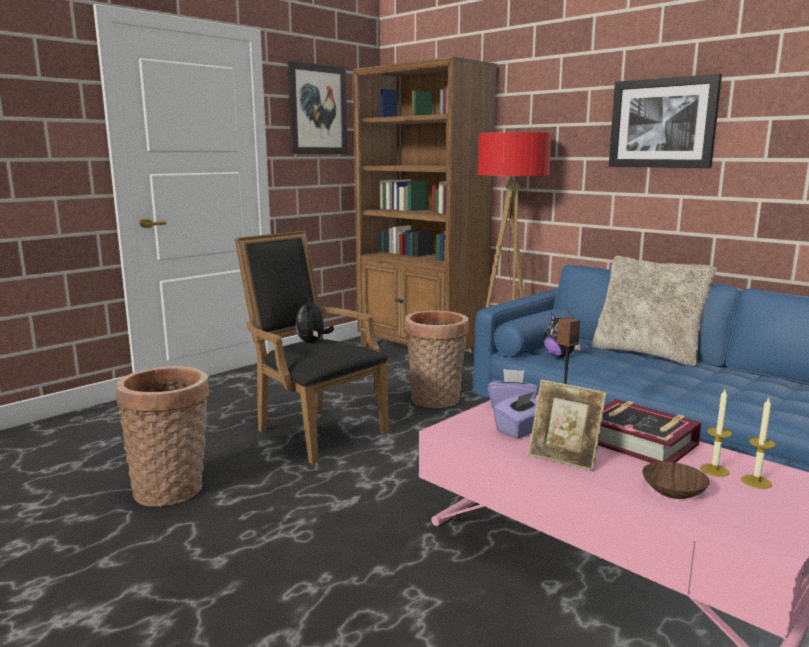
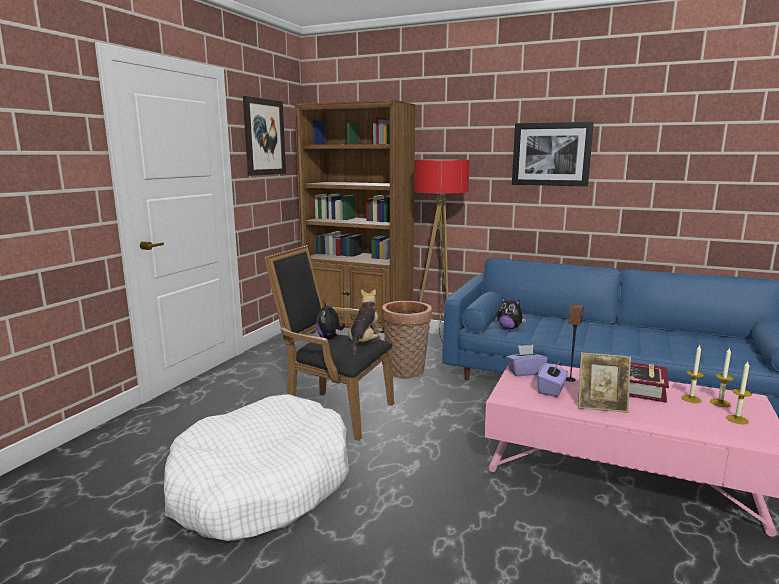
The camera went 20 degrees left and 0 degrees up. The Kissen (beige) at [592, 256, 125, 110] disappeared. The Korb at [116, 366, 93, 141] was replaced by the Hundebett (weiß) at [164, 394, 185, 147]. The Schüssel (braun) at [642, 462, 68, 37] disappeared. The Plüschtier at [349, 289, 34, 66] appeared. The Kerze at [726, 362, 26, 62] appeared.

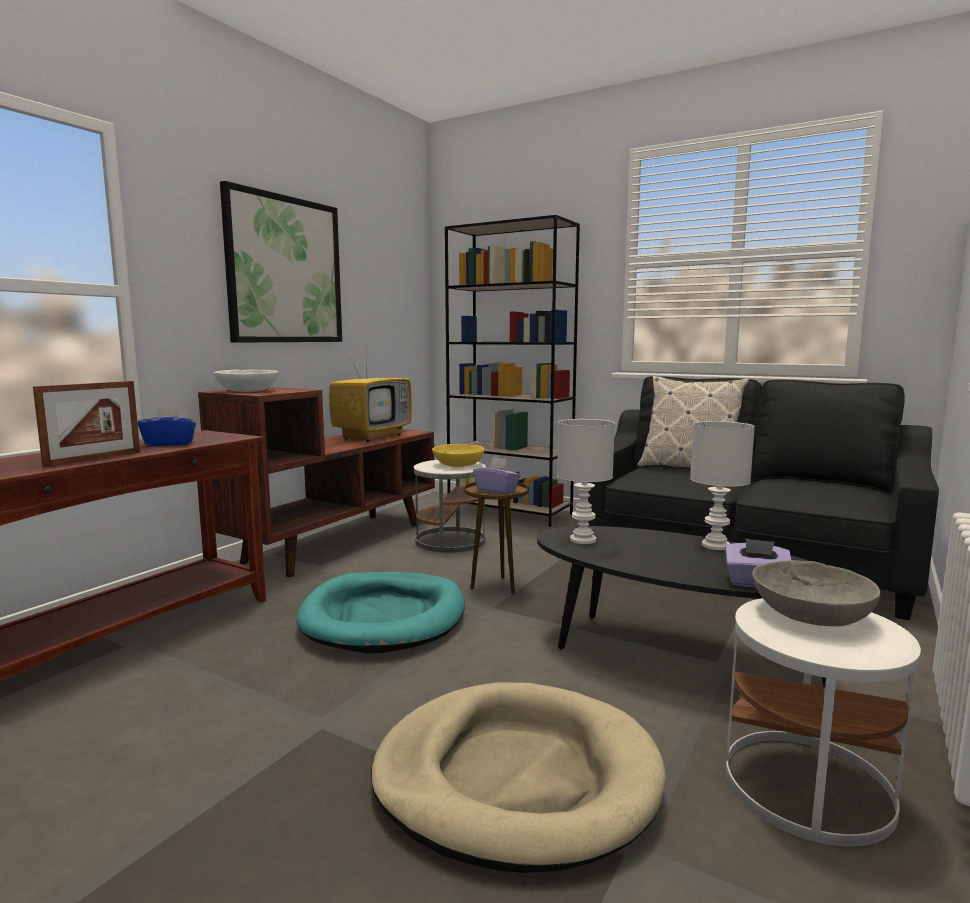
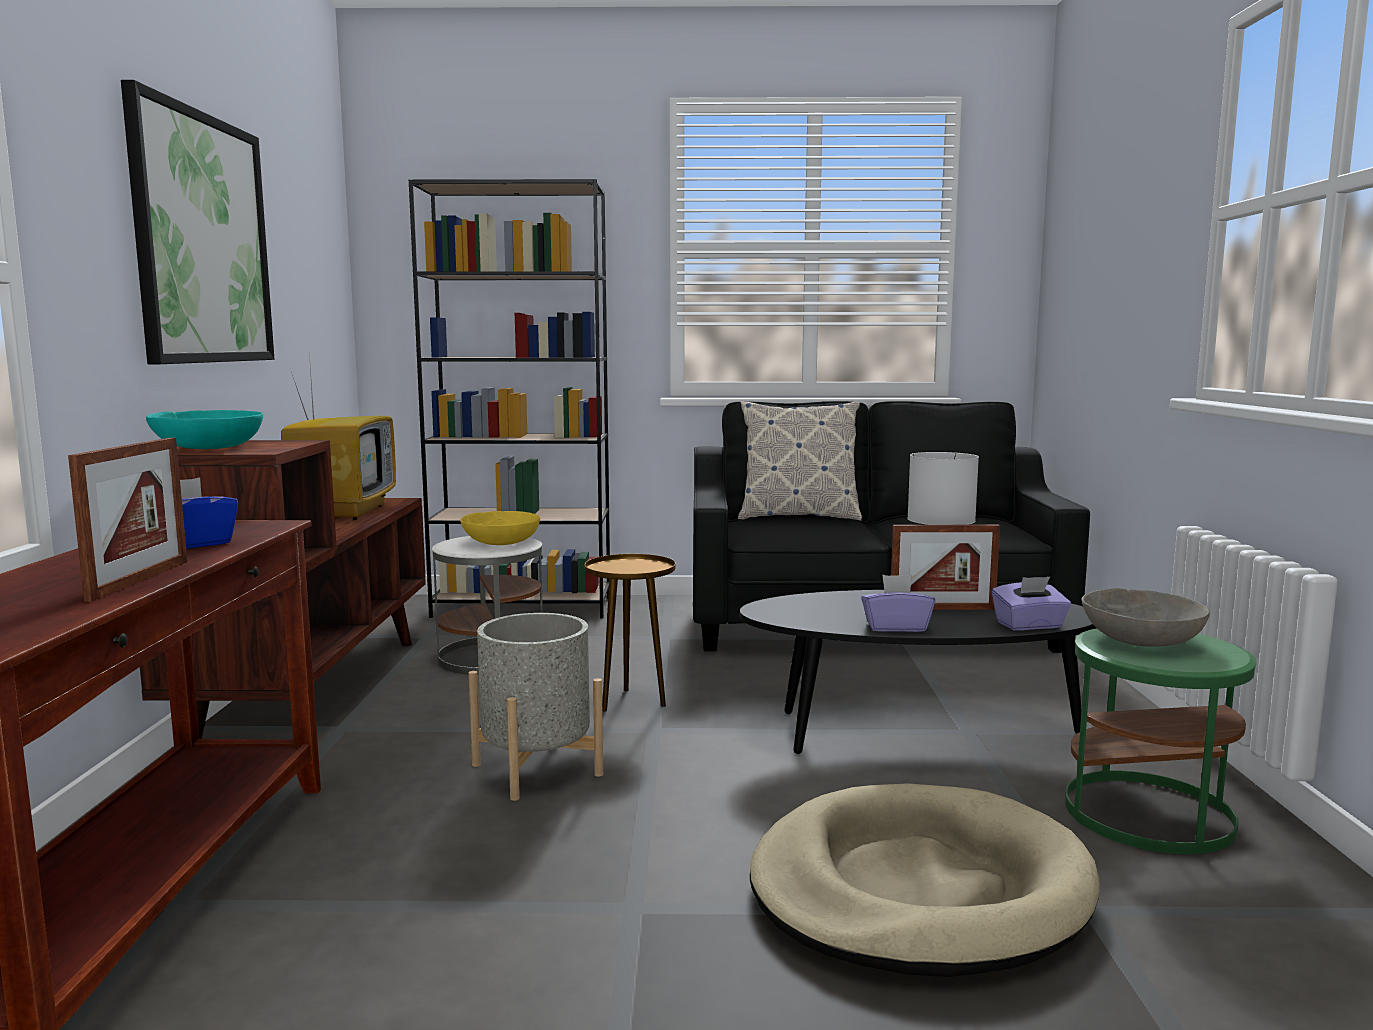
The camera went 30 degrees left and 0 degrees up. The Schüssel (weiß) at [213, 369, 65, 23] became the Schüssel (türkis) at [146, 410, 117, 39]. The Tischlampe (weiß) at [557, 419, 58, 125] disappeared. The Taschentuchbox (lila) moved from [473, 457, 48, 37] to [861, 575, 74, 57]. The Hundebett (türkis) at [297, 572, 168, 81] was replaced by the Pflanzkübel (grau) at [468, 613, 135, 188]. The Beistelltisch (weiß) at [726, 598, 195, 248] became the Beistelltisch (grün) at [1065, 628, 192, 226]. The Bilderrahmen at [891, 525, 109, 85] appeared.

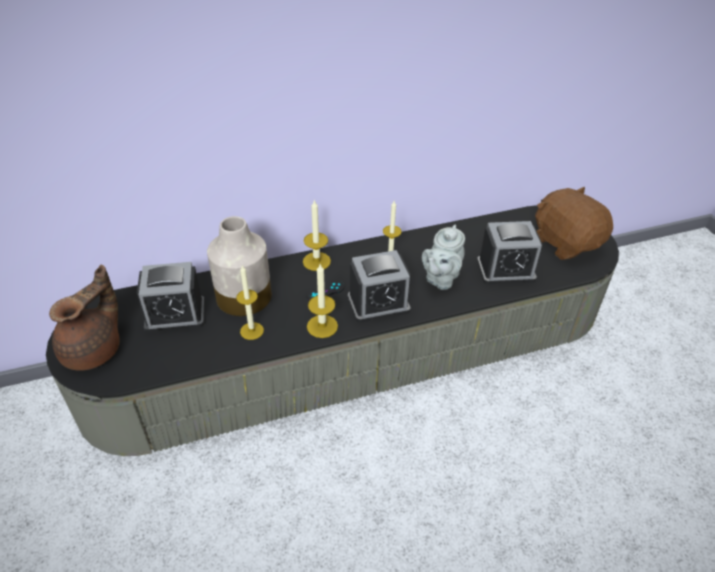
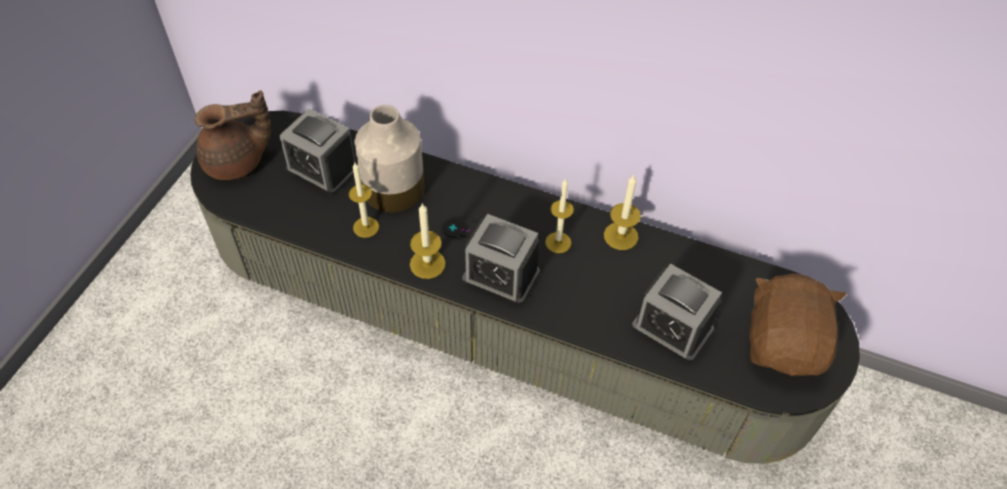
The camera went 40 degrees right and 10 degrees up. The Kerze moved from [303, 200, 28, 71] to [604, 174, 37, 76]. The Teekanne (grau) at [422, 225, 43, 65] disappeared.

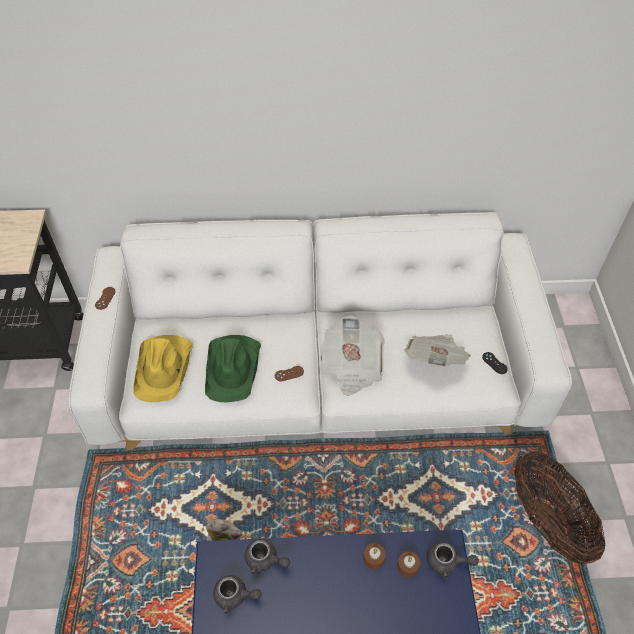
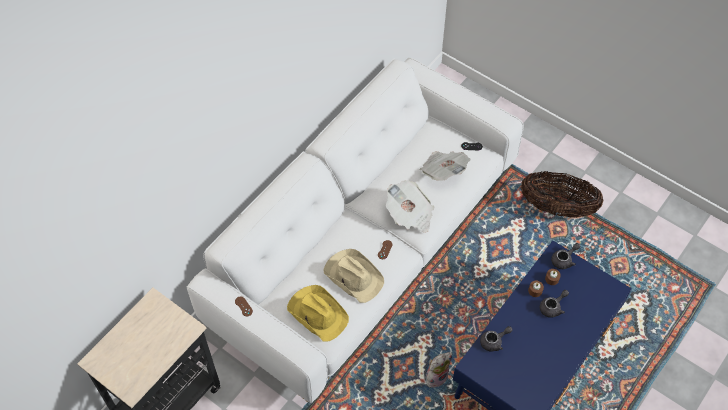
The camera went 50 degrees left and 5 degrees up. The Hut (grün) at [205, 335, 56, 67] became the Hut (beige) at [323, 249, 61, 54]. The Teekanne (grau) moved from [213, 575, 49, 39] to [540, 290, 29, 28].

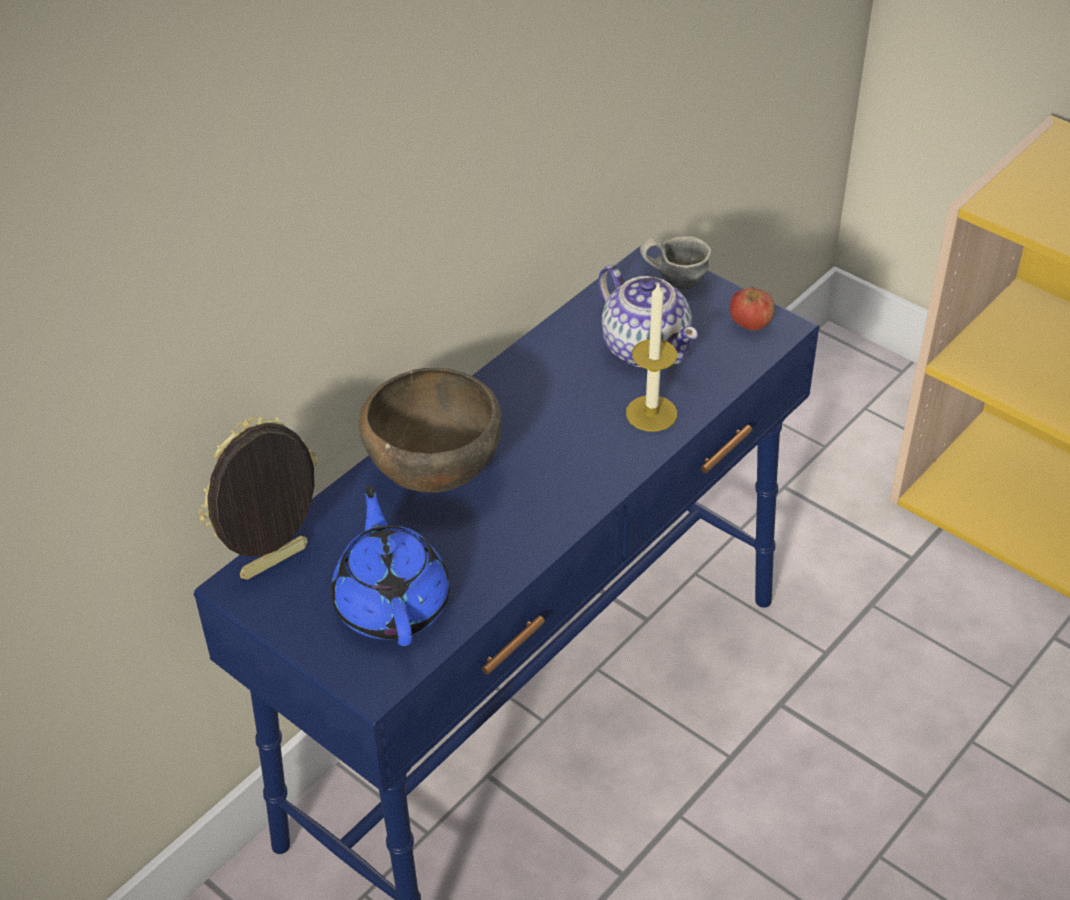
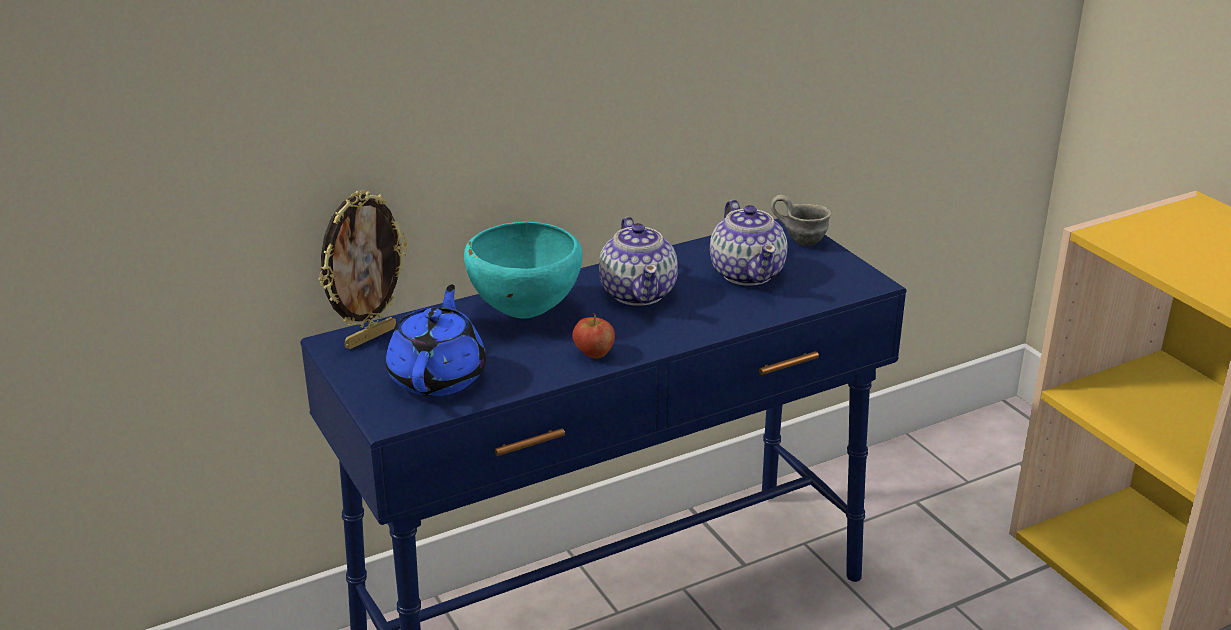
The camera went 20 degrees right and 15 degrees down. The Kerze at [626, 282, 51, 150] disappeared. The Apfel moved from [730, 286, 44, 45] to [572, 313, 43, 46]. The Schüssel (braun) at [359, 368, 143, 125] became the Schüssel (türkis) at [464, 222, 118, 97]. The Bilderrahmen at [199, 416, 119, 164] turned 150 degrees clockwise. The Teekanne at [599, 217, 79, 89] appeared.

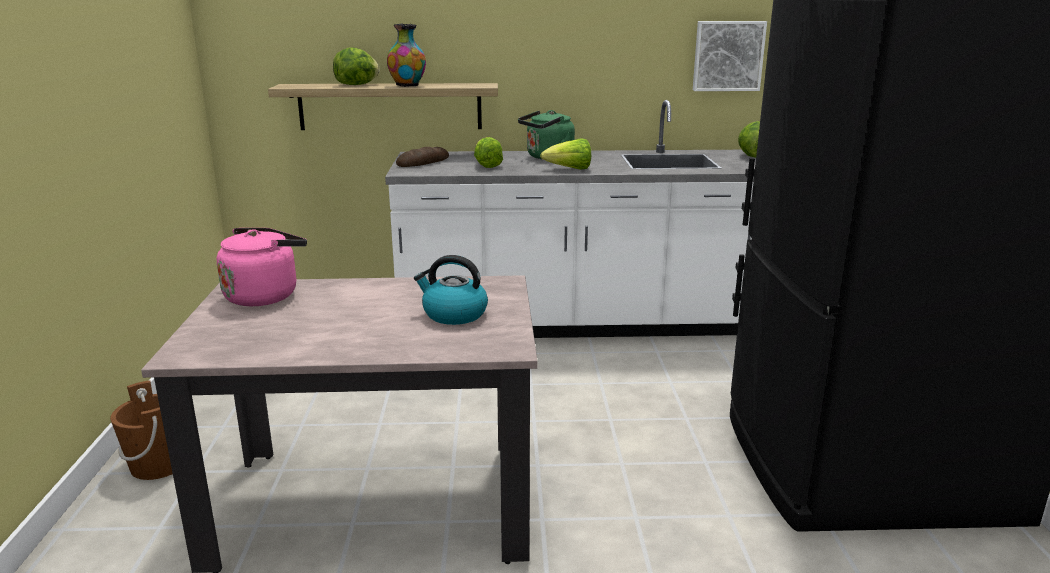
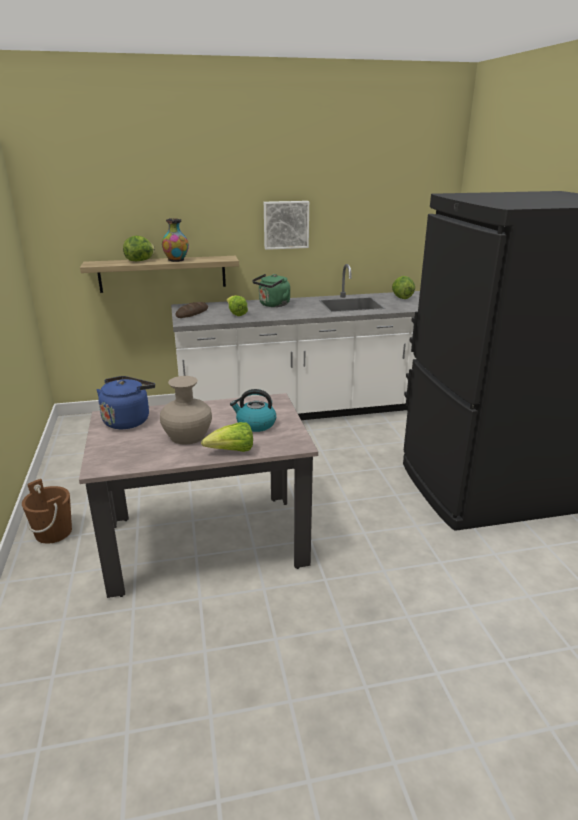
The camera went 10 degrees left and 5 degrees up. The Bild moved from [693, 21, 74, 70] to [264, 201, 45, 49]. The Salatkopf moved from [540, 138, 51, 32] to [201, 422, 52, 30]. The Wasserkessel (rosa) at [217, 228, 90, 78] became the Wasserkessel (blau) at [97, 376, 58, 53]. The Vase (beige) at [160, 376, 52, 69] appeared.

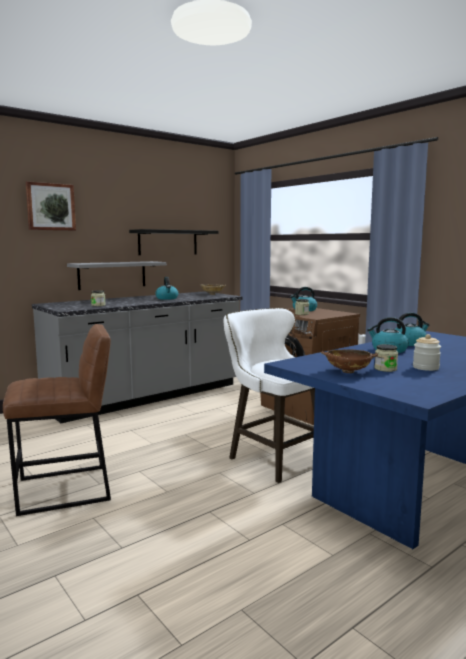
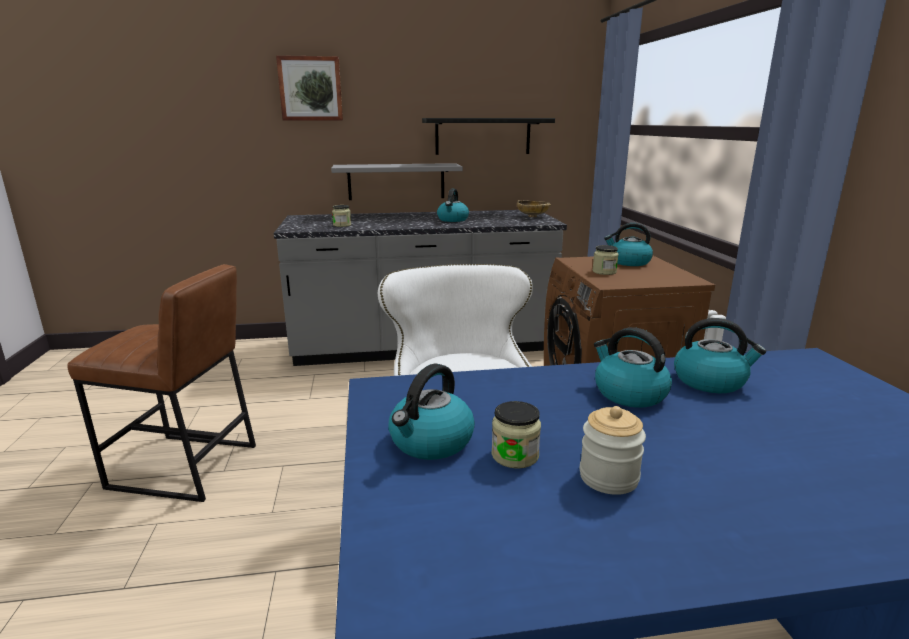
The camera went 30 degrees right and 10 degrees up. The Schüssel (braun) at [321, 350, 57, 23] was replaced by the Wasserkessel at [388, 364, 87, 96].

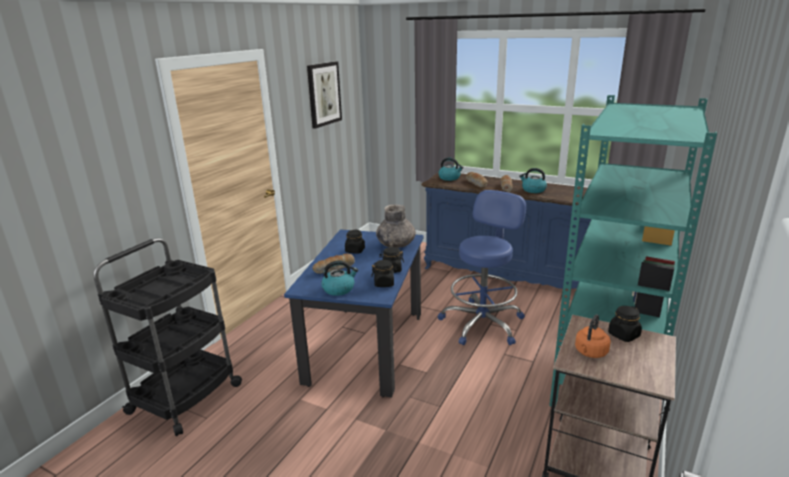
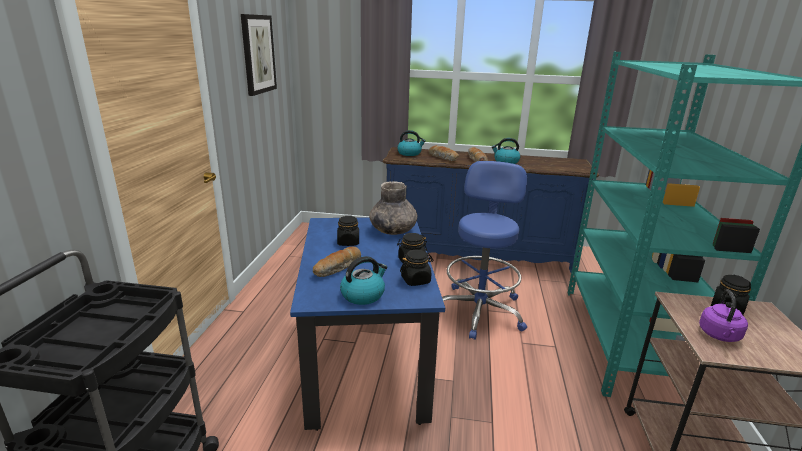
The camera went 20 degrees left and 0 degrees up. The Wasserkessel (orange) at [575, 314, 36, 44] became the Wasserkessel (lila) at [699, 289, 49, 53].

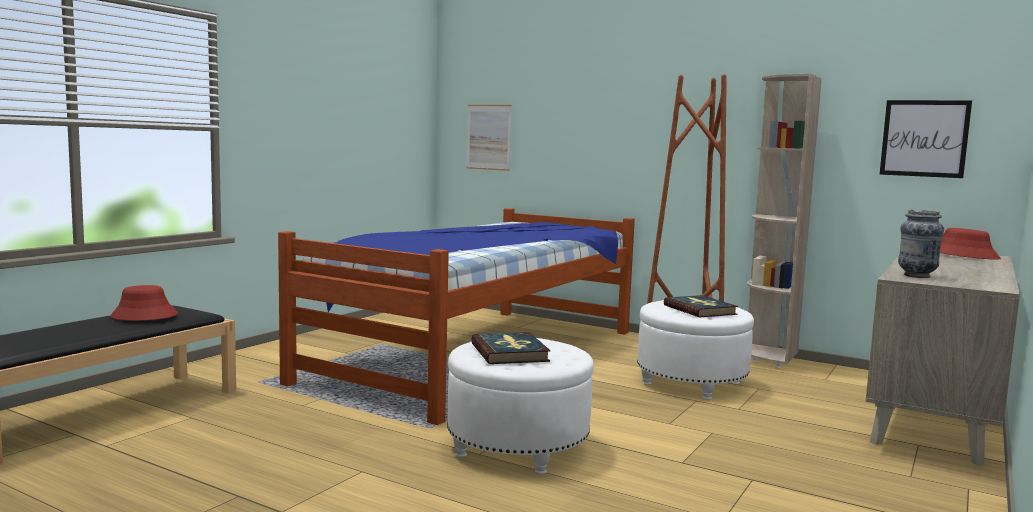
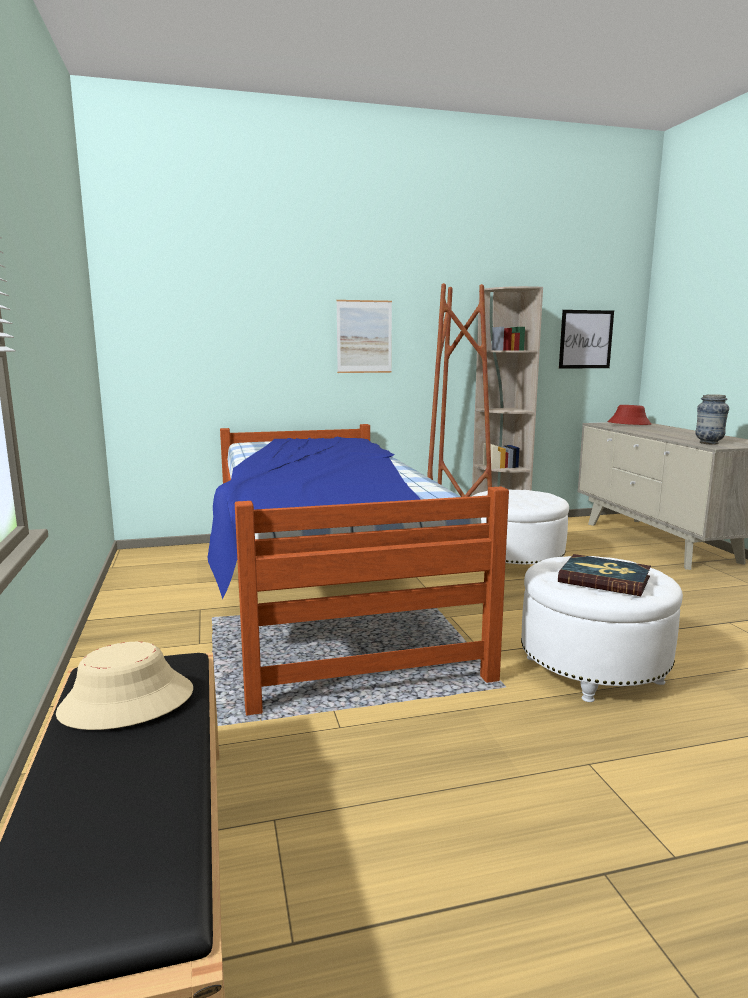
The camera went 45 degrees left and 5 degrees up. The Bild moved from [466, 105, 46, 66] to [336, 300, 56, 73]. The Hut (rot) at [110, 285, 68, 36] became the Hut (beige) at [56, 642, 137, 88]. The Buch at [664, 295, 74, 23] disappeared.

